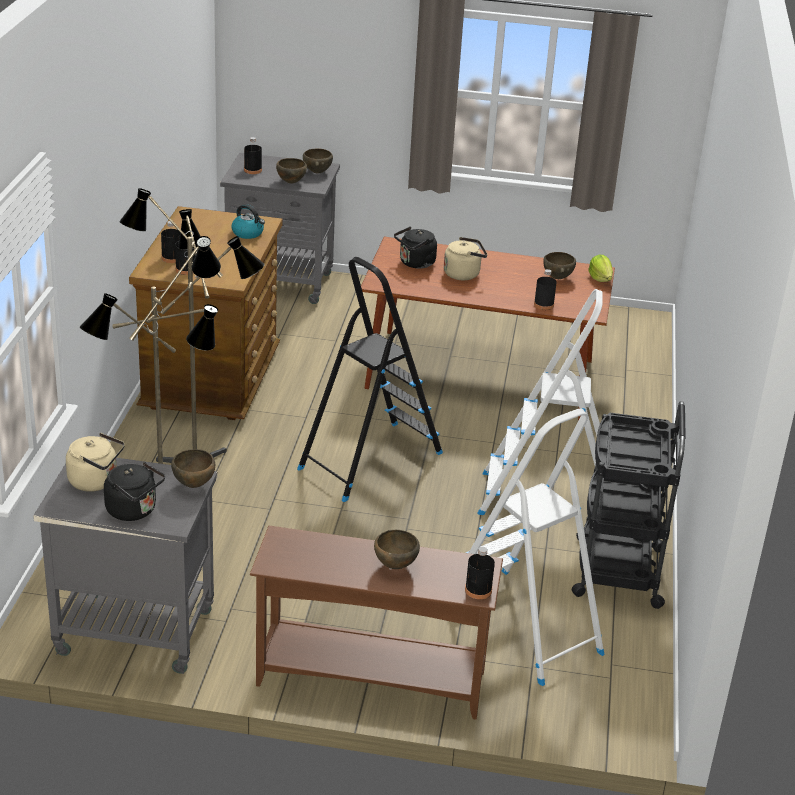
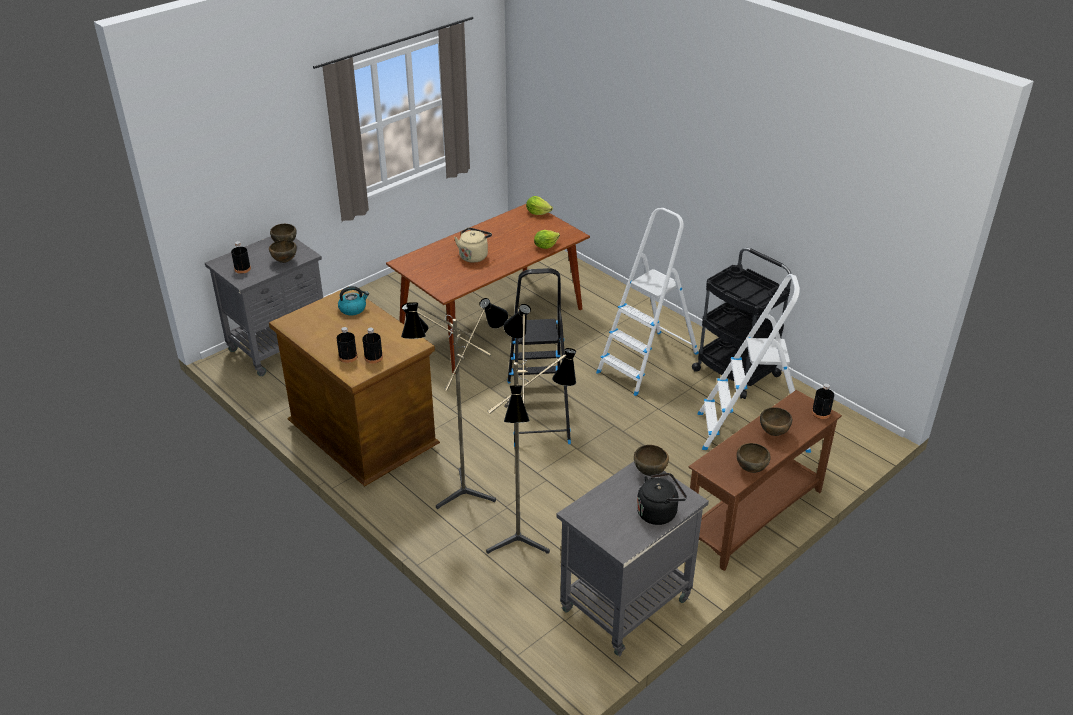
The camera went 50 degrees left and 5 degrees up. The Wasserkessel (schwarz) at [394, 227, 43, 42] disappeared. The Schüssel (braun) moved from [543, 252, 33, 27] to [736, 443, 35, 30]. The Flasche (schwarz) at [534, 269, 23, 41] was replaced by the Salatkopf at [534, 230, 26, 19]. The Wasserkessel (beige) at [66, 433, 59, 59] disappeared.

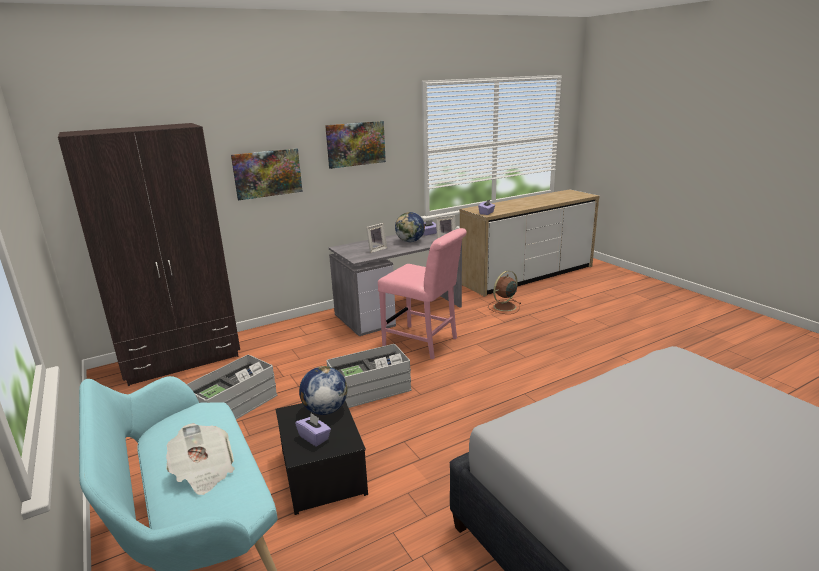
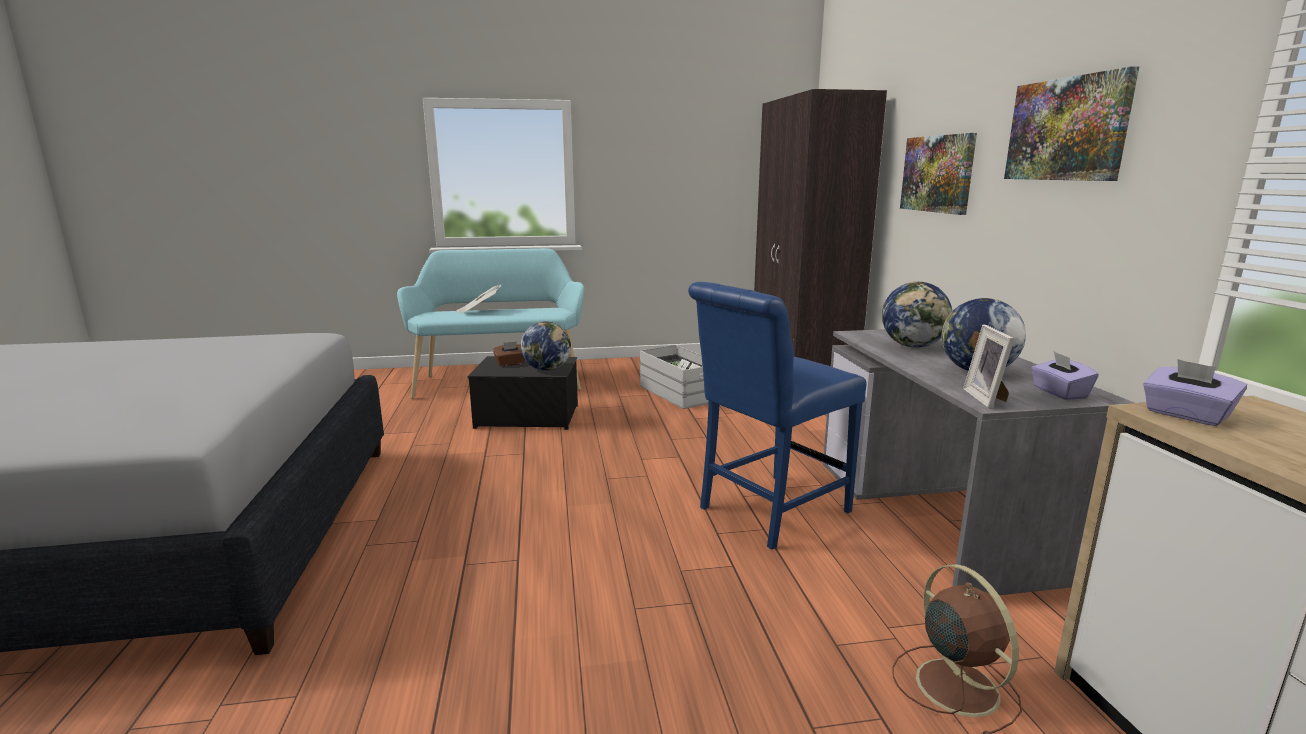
The camera went 110 degrees right and 5 degrees down. The Bilderrahmen at [366, 223, 21, 30] was replaced by the Globus at [882, 282, 70, 66]. The Stuhl (rosa) at [378, 228, 89, 131] became the Stuhl (blau) at [688, 282, 179, 267]. The Aufbewahrungsbox (grau) at [326, 344, 86, 64] disappeared. The Taschentuchbox (lila) at [295, 413, 36, 33] became the Taschentuchbox (braun) at [493, 341, 32, 26].

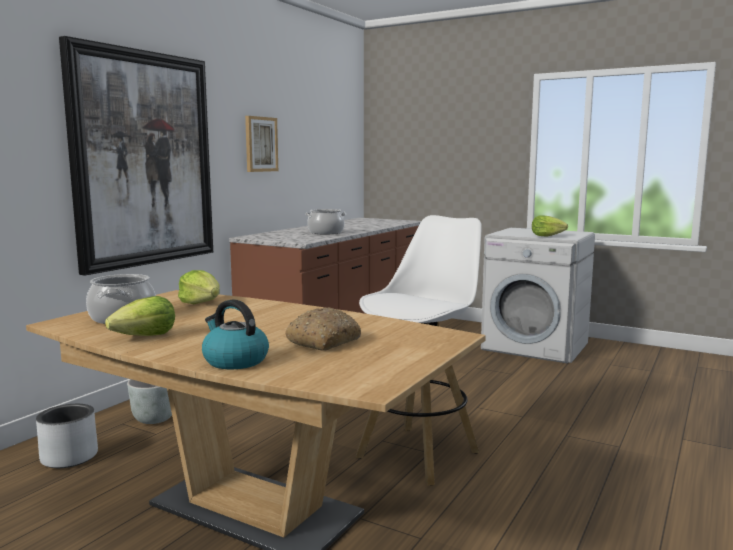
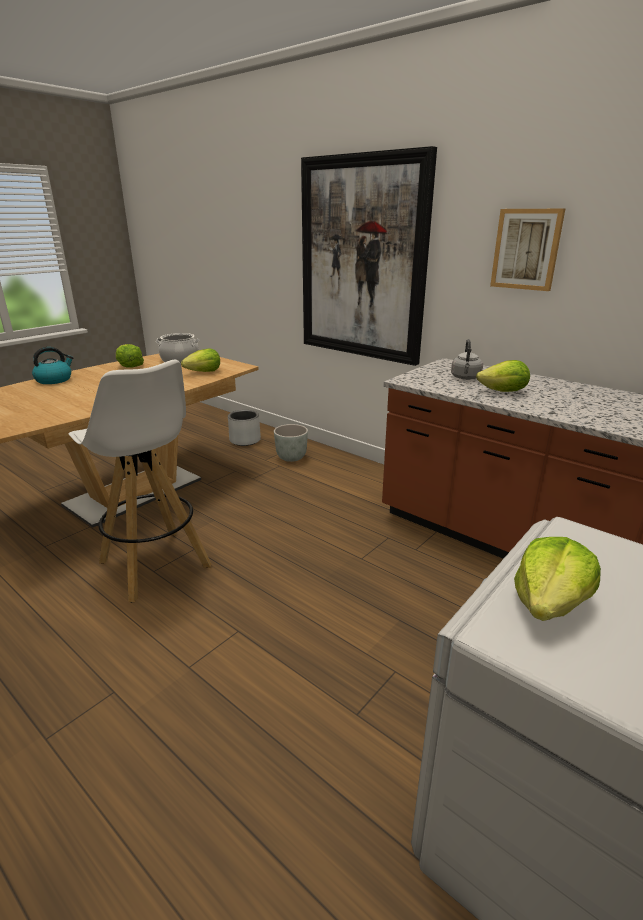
The camera went 100 degrees right and 15 degrees up. The Kochtopf at [305, 209, 41, 25] was replaced by the Salatkopf at [476, 360, 54, 32]. The Brot at [285, 307, 76, 44] disappeared. The Wasserkessel (grau) at [451, 339, 32, 41] appeared.

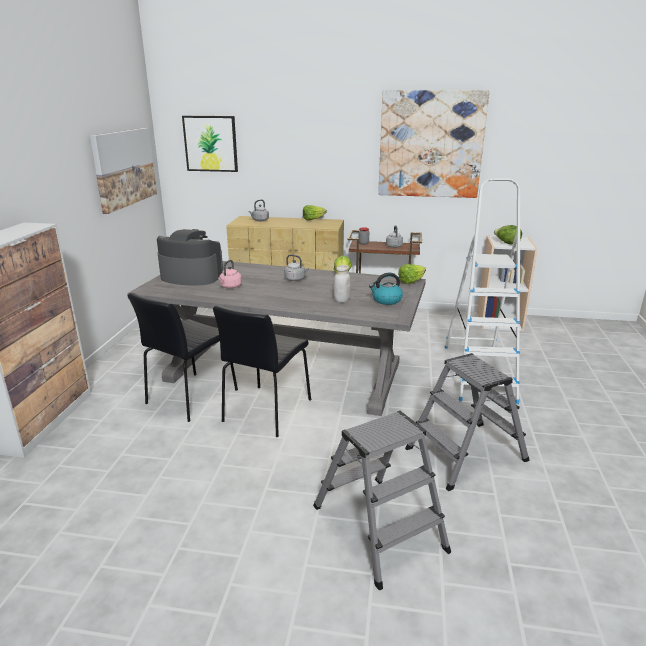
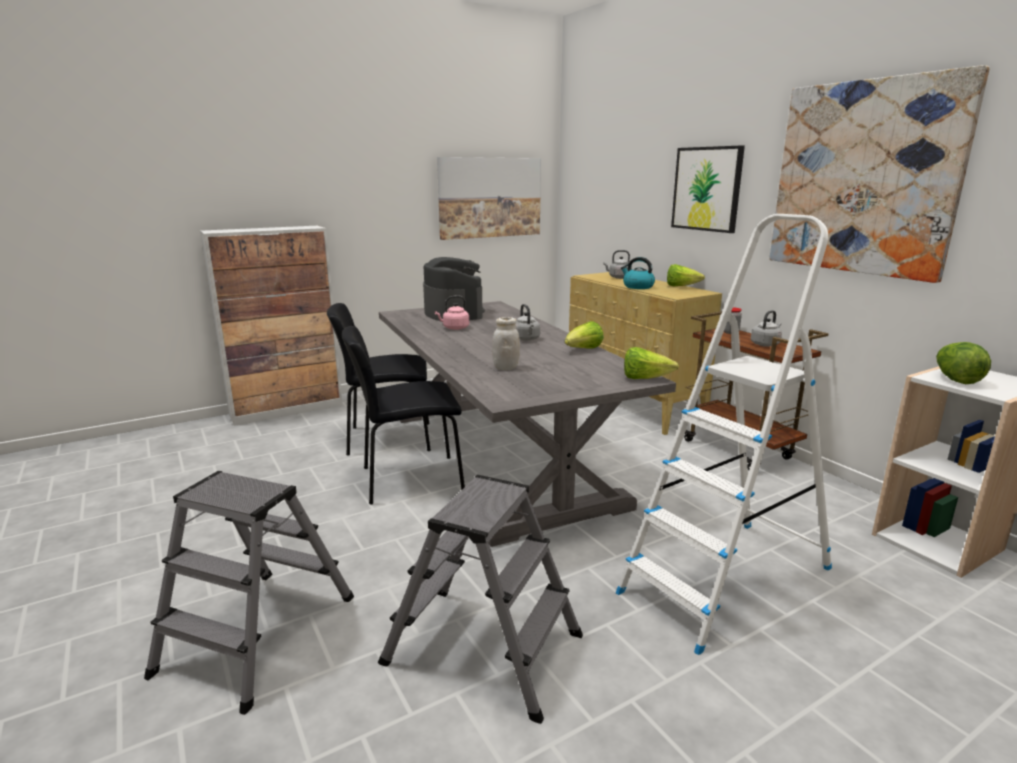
The camera went 50 degrees right and 5 degrees down. The Bild moved from [182, 116, 56, 56] to [671, 146, 74, 87]. The Wasserkessel moved from [369, 273, 34, 32] to [621, 257, 34, 32].

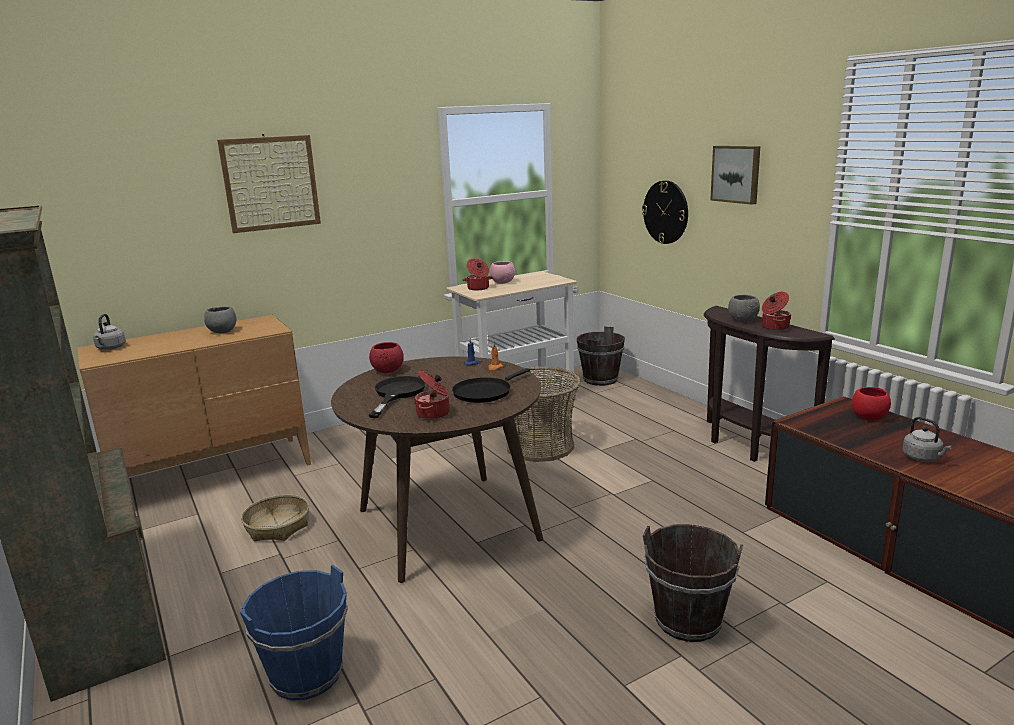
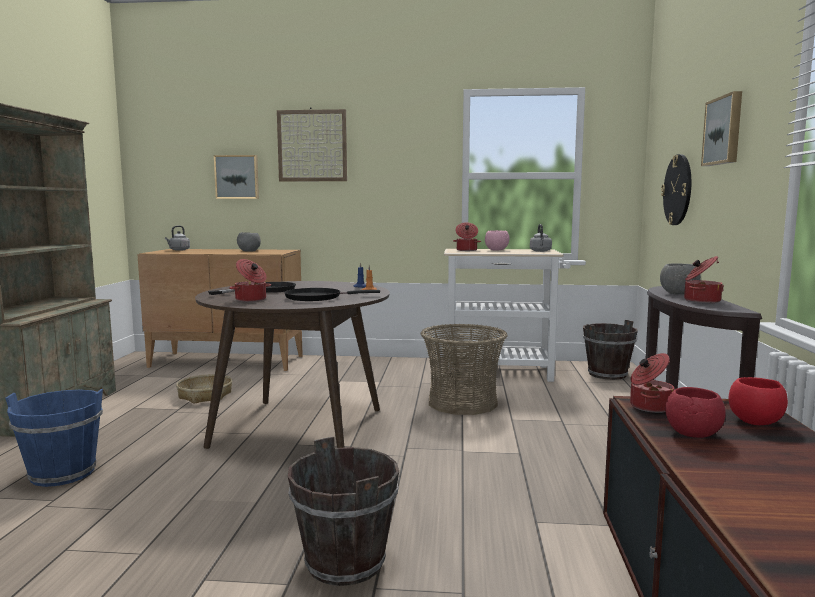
The camera went 35 degrees right and 10 degrees down. The Schüssel (rot) moved from [369, 342, 35, 31] to [665, 387, 61, 51]. The Wasserkessel (grau) moved from [902, 417, 50, 45] to [530, 224, 22, 28]. The Bild at [214, 155, 45, 44] appeared. The Kochtopf at [630, 353, 45, 60] appeared.

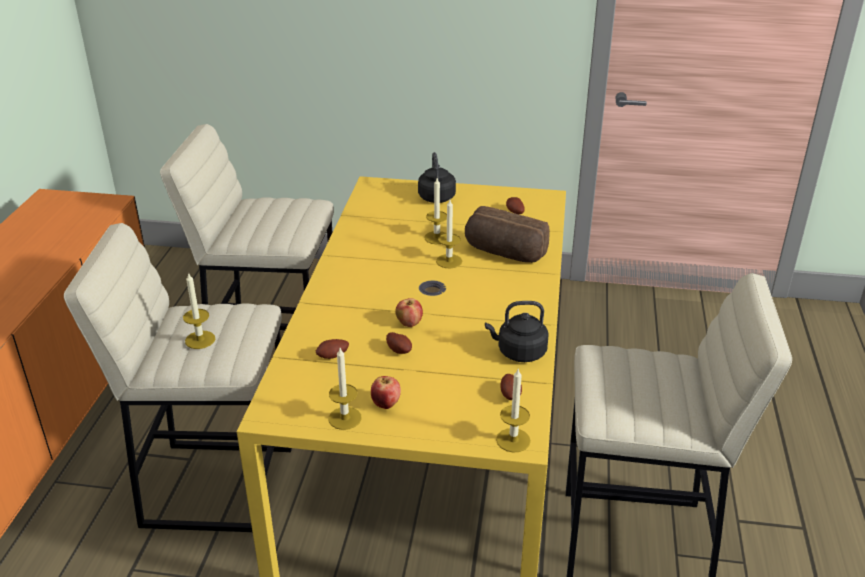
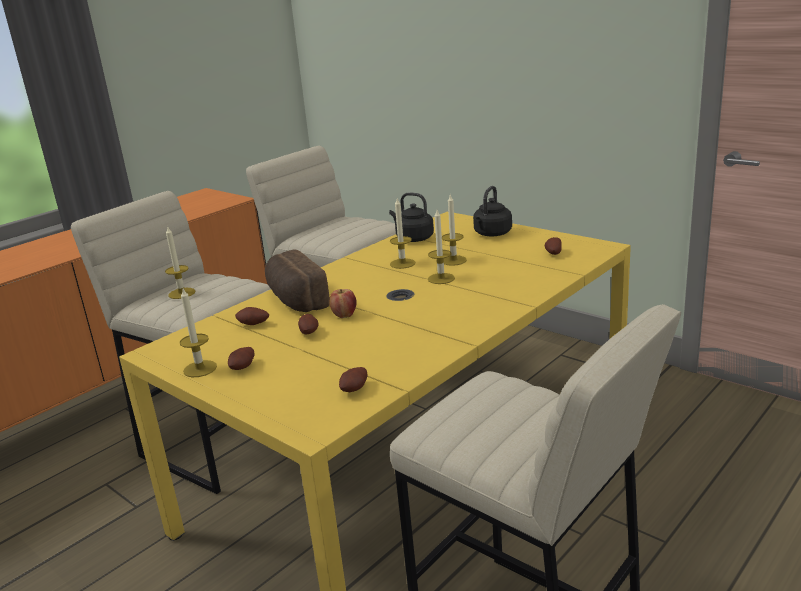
The camera went 35 degrees right and 10 degrees down. The Brot moved from [465, 206, 85, 57] to [265, 249, 64, 63]. The Wasserkessel (schwarz) moved from [485, 301, 64, 61] to [389, 193, 45, 49]. The Kerze moved from [496, 369, 35, 84] to [390, 198, 25, 71]. The Apfel at [371, 376, 30, 33] was replaced by the Kartoffel at [228, 347, 27, 23].

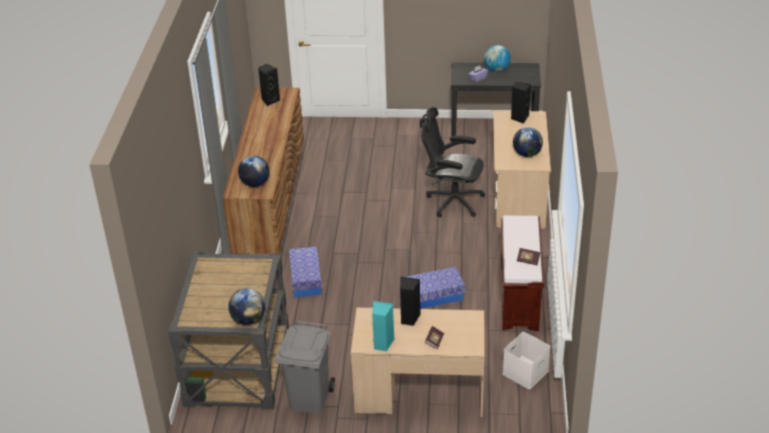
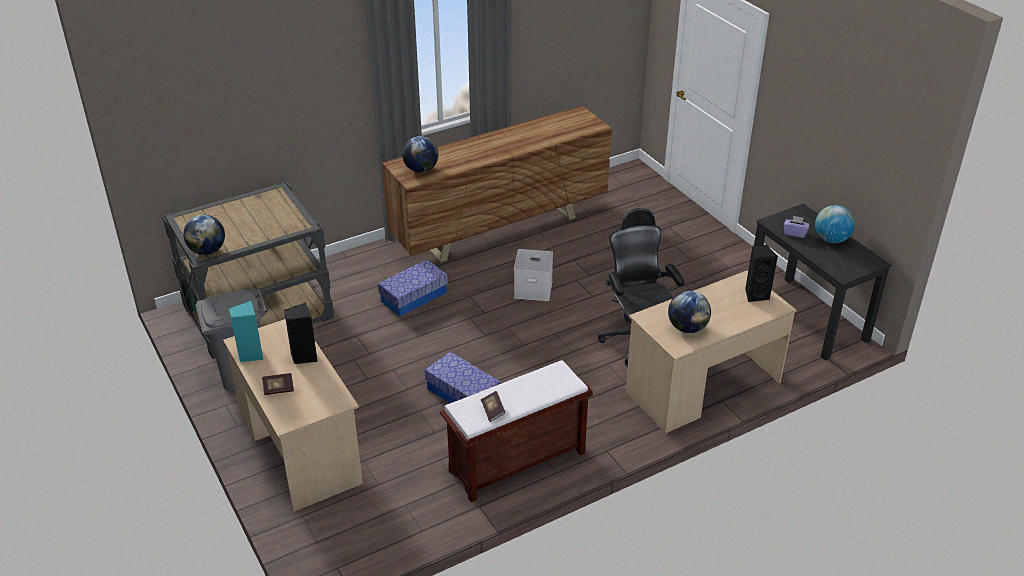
The camera went 55 degrees right and 0 degrees up. The Lautsprecher (schwarz) at [258, 64, 22, 42] disappeared. The Aufbewahrungsbox (weiß) moved from [502, 332, 49, 57] to [514, 249, 39, 52].

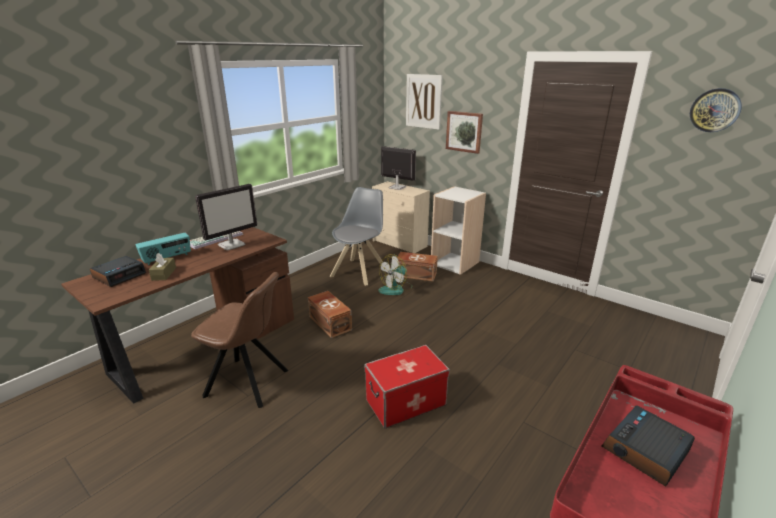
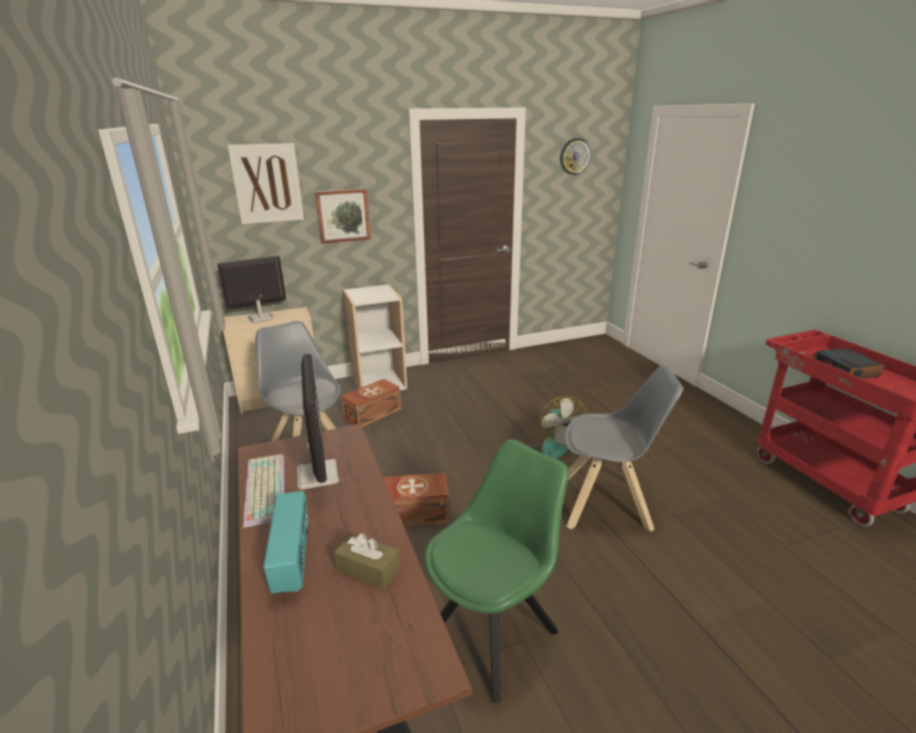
The camera went 60 degrees left and 0 degrees up. The Ventilator moved from [378, 254, 34, 41] to [522, 396, 65, 63]. The Wecker at [90, 256, 56, 31] disappeared. The Stuhl (braun) at [191, 272, 97, 136] became the Stuhl (grün) at [424, 439, 145, 264]. The Aufbewahrungsbox at [365, 345, 85, 83] was replaced by the Stuhl (grau) at [565, 365, 118, 167].

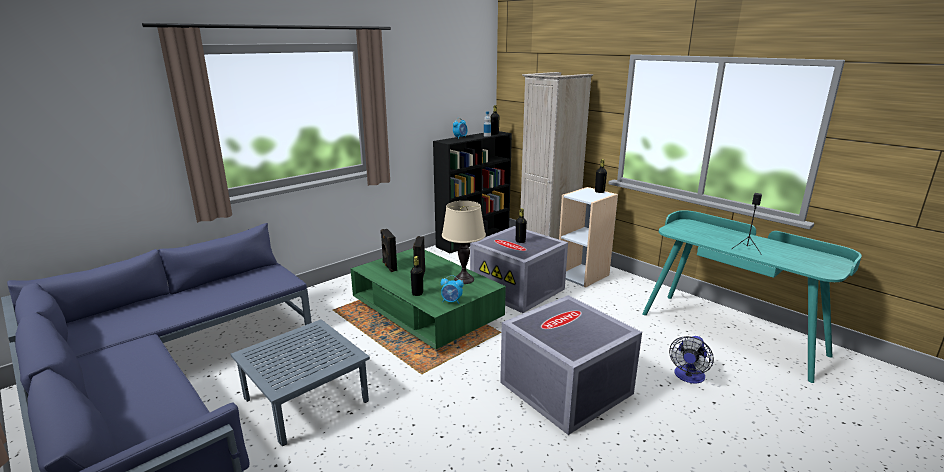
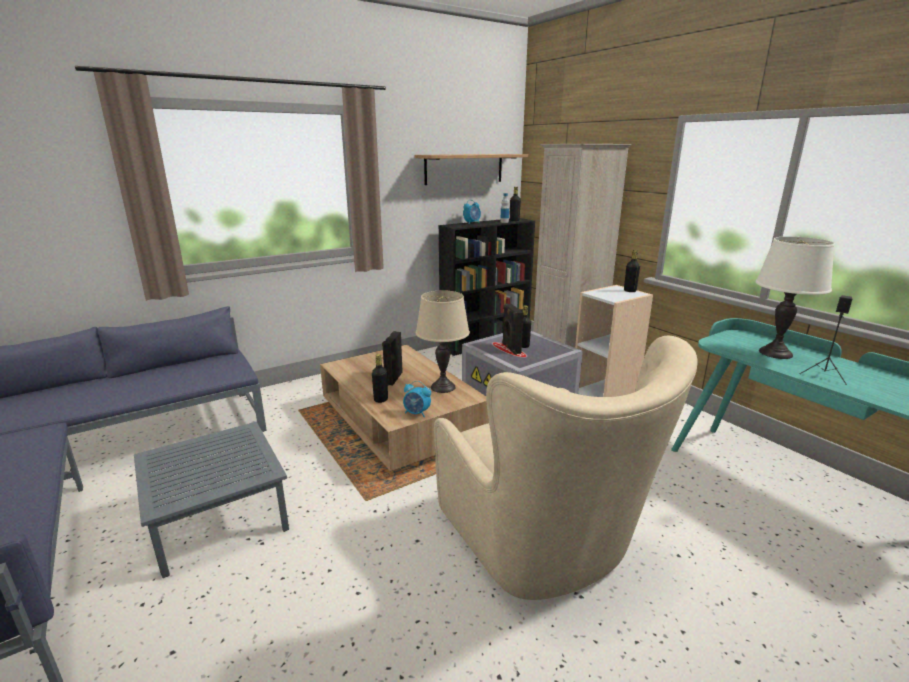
The camera went 10 degrees right and 0 degrees up. The Lautsprecher (schwarz) moved from [380, 229, 17, 43] to [502, 304, 21, 51]. The Couchtisch (grün) at [350, 248, 156, 101] became the Couchtisch (braun) at [320, 345, 169, 126]. The Aufbewahrungsbox (grau) at [500, 295, 142, 140] was replaced by the Sessel (beige) at [434, 336, 263, 264]. The Ventilator at [669, 336, 45, 48] disappeared. The Wandregal at [415, 154, 113, 31] appeared. The Tischlampe (weiß) at [755, 236, 80, 123] appeared.

